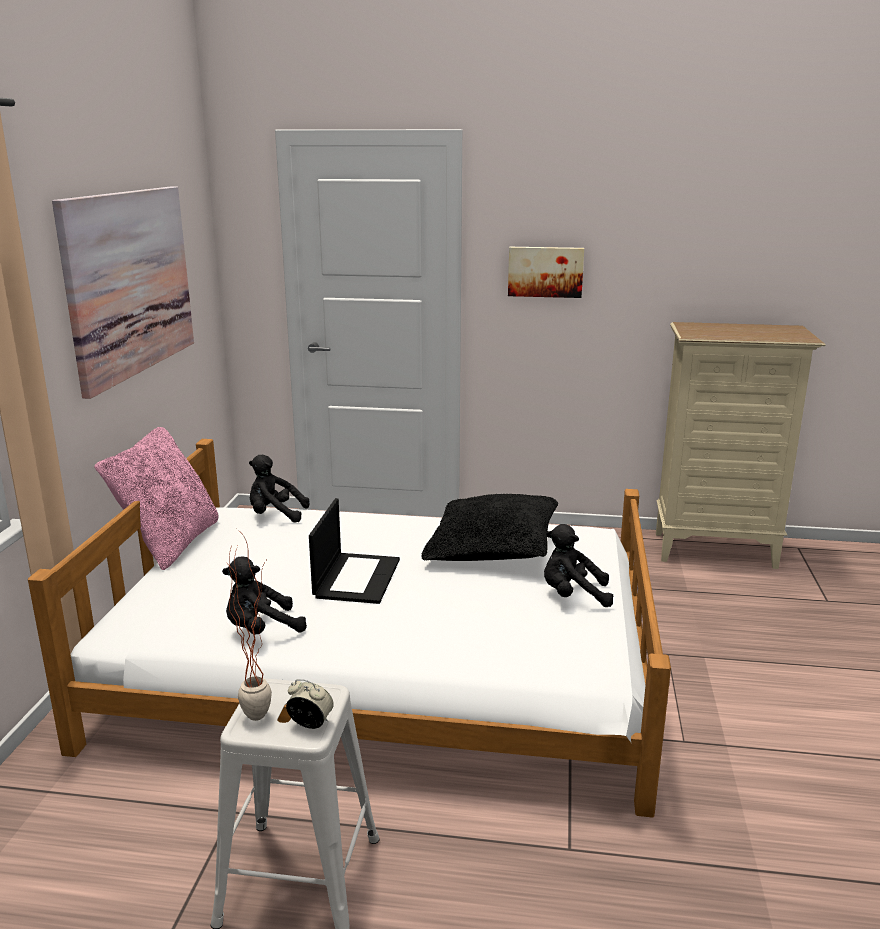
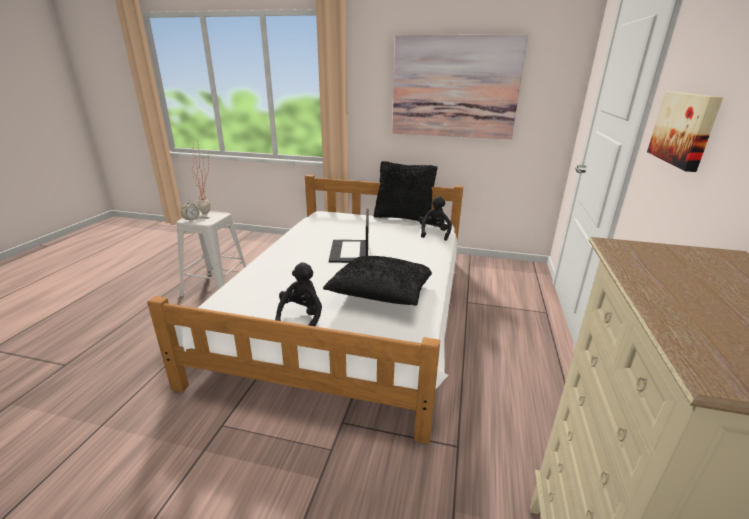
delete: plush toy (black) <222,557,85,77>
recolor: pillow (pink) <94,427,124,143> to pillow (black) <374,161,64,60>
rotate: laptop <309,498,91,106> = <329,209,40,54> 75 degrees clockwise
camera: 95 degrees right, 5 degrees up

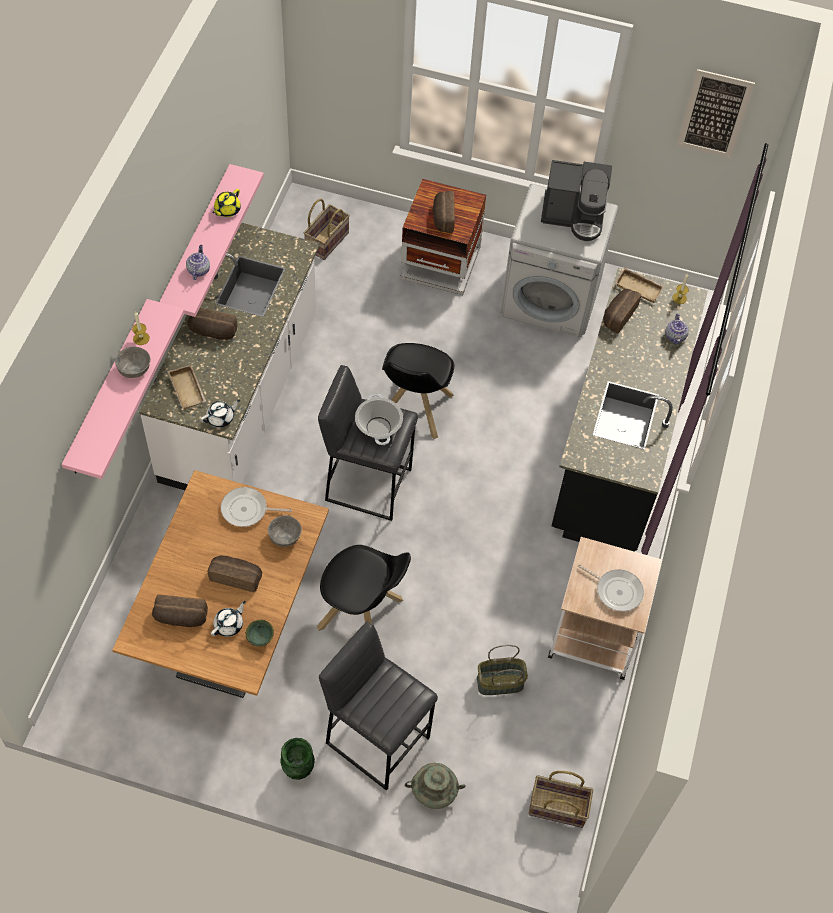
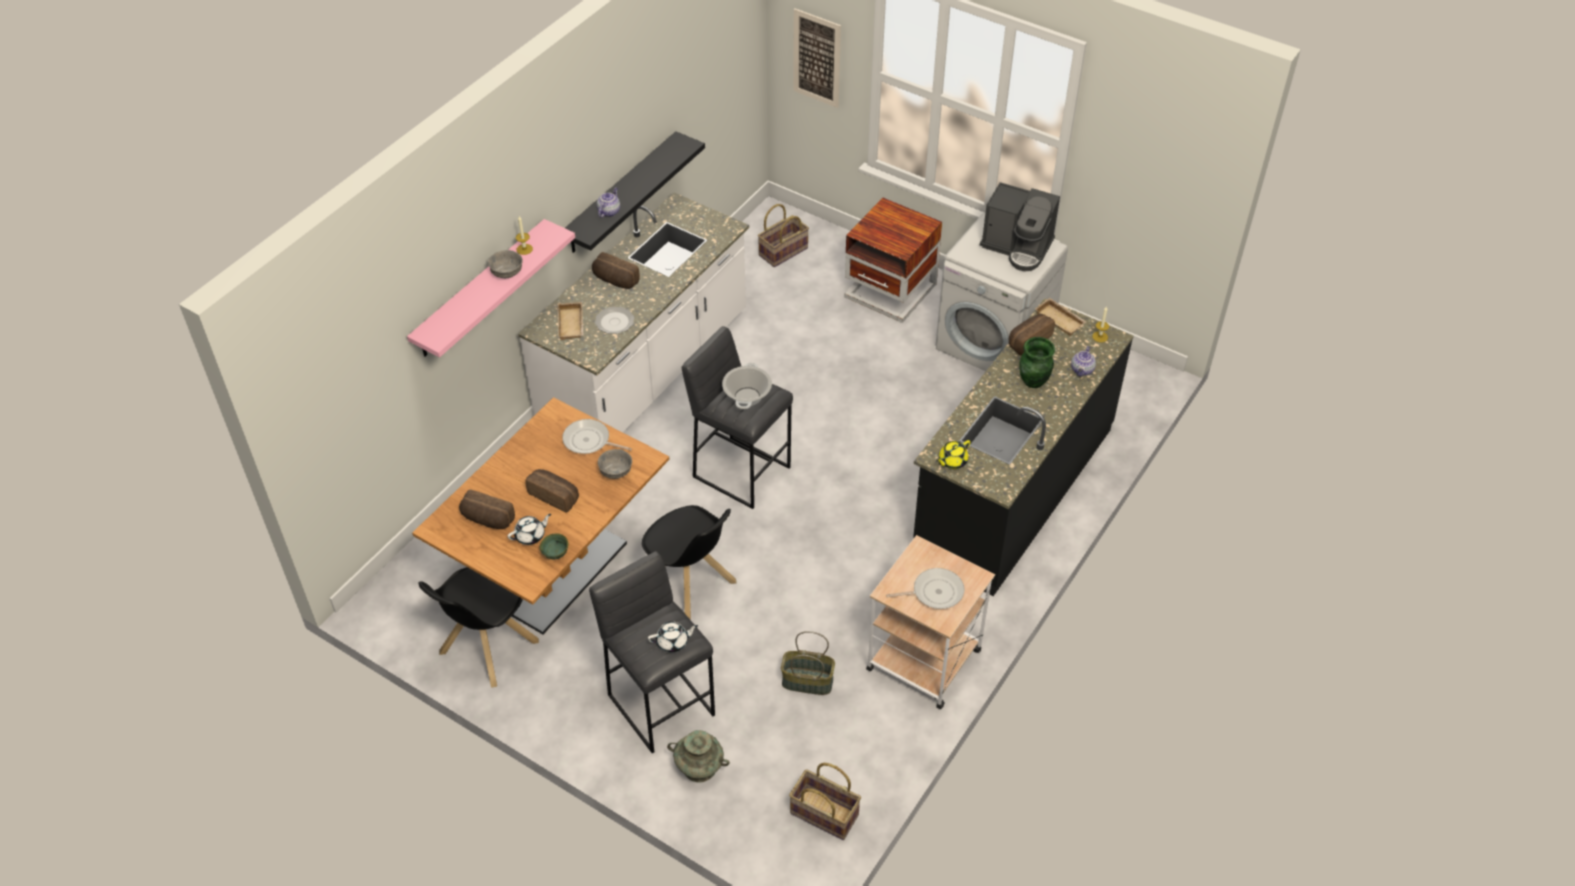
delete: bread <433,191,22,42>
insert: plate <595,307,39,27>
move: teapot (white) <200,400,40,28> to <648,621,50,31>; teapot (yellow) <213,189,28,28> to <936,440,35,29>; vase (green) <280,738,35,42> to <1019,337,36,51>; chair (black) <382,343,72,96> to <418,567,121,121>; picture <677,69,78,90> to <793,8,48,100>
recolor: shelf (pink) <159,164,105,153> to shelf (black) <565,131,140,122>
rotate: frying pan <578,564,66,47> = <886,568,79,41> 60 degrees counterclockwise
camera: 20 degrees right, 10 degrees down

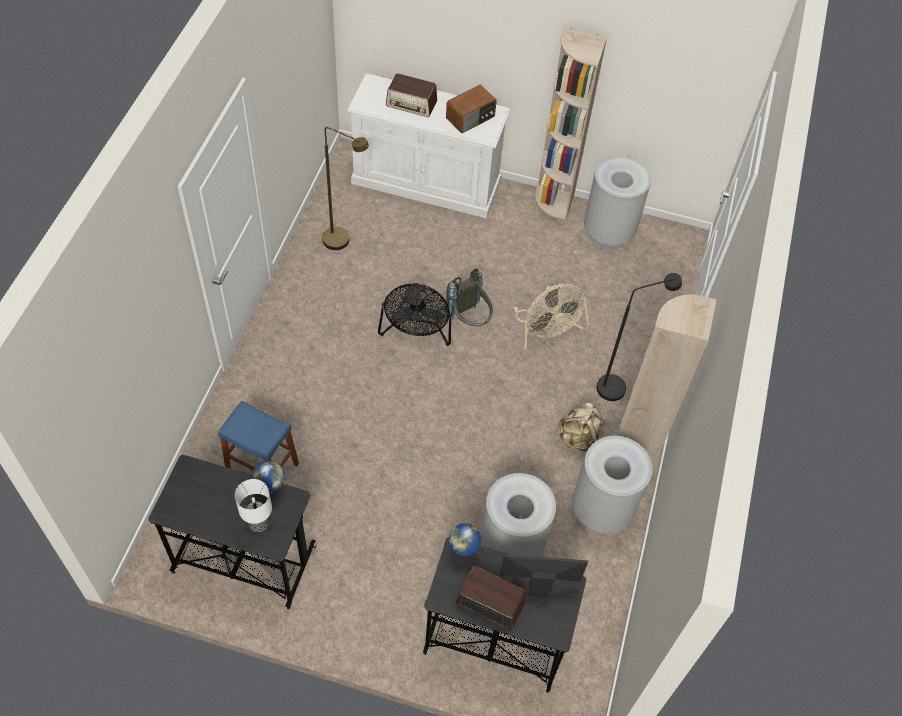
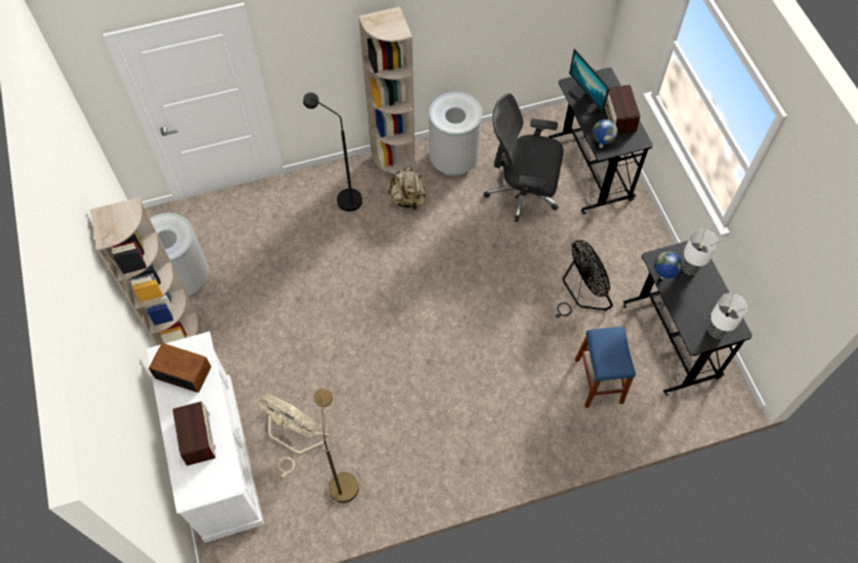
delete: backpack (grey) <444,269,49,57>
insert: table lamp <709,293,39,45>
move: fan (black) <378,283,74,63> to <555,240,58,78>; fan (beige) <514,284,75,69> to <257,394,73,85>
replace: trash can (grey) <481,473,75,84> to office chair <483,94,80,128>
camera: 120 degrees left, 5 degrees up

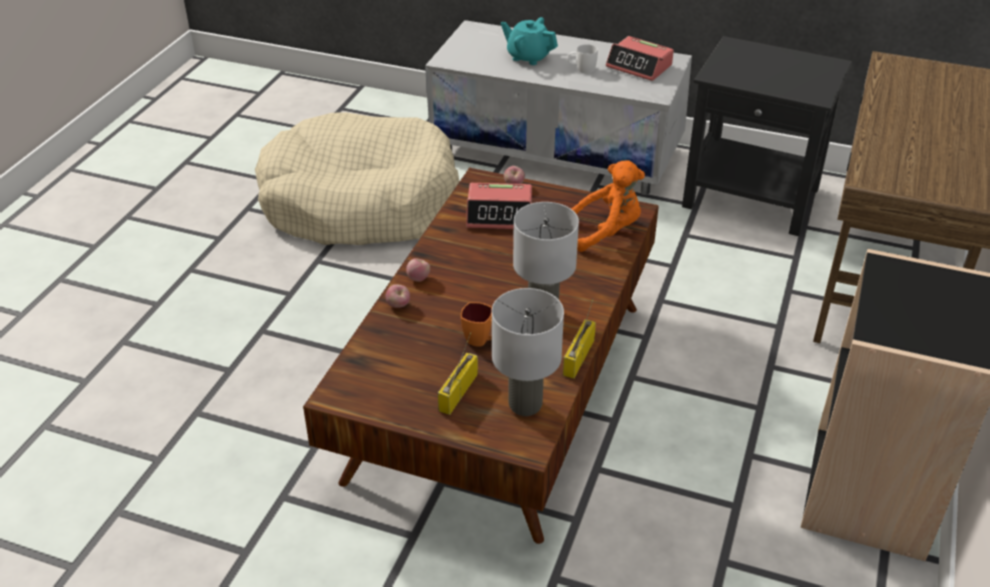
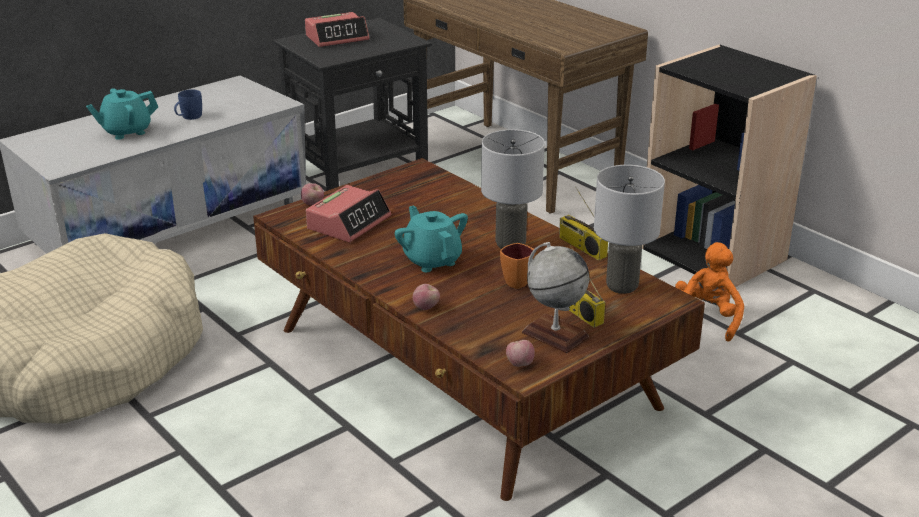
insert: teapot (turquoise) <395,206,73,66>; globe <522,242,67,111>
move: apple <406,258,24,24> to <506,340,29,27>; plush toy (orange) <572,160,73,92> to <675,242,69,100>; alarm clock <606,36,68,45> to <305,12,65,35>
recolor: mug (white) <568,44,30,29> to mug (blue) <174,90,28,30>
camera: 60 degrees left, 10 degrees down

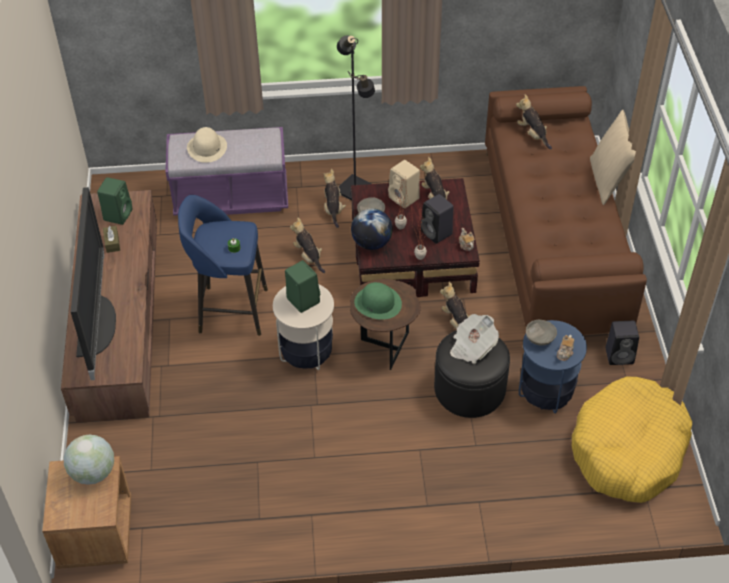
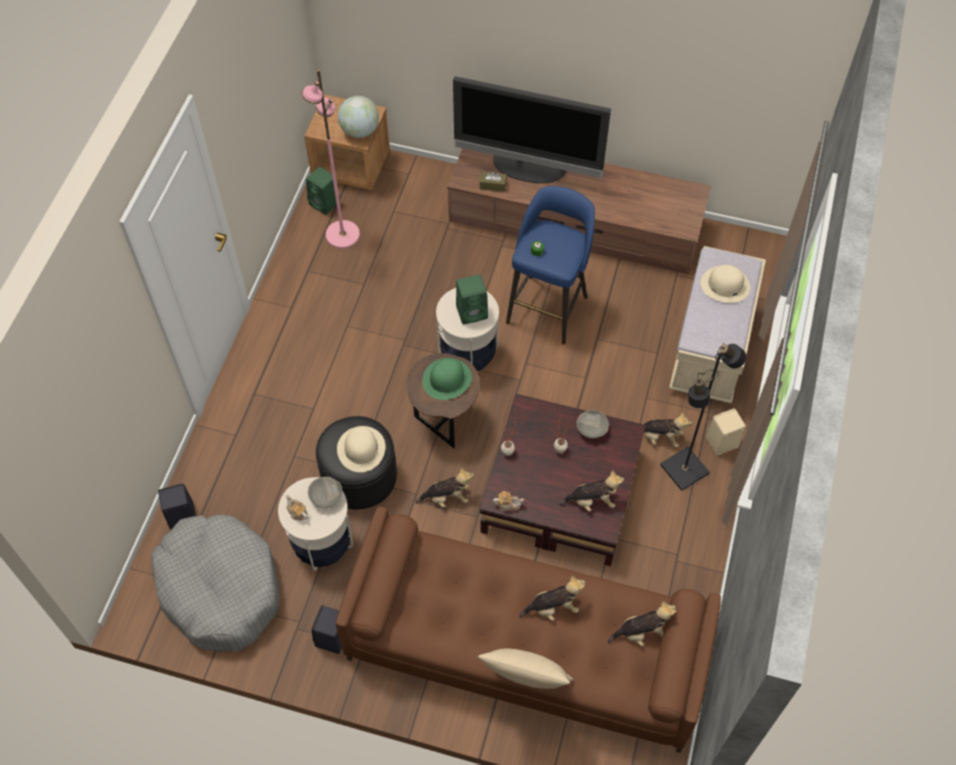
delete: globe <351,208,42,42>
insert: floor lamp (pink) <302,70,58,179>
move: speaker (green) <97,177,36,48> to <306,167,34,48>; tissue box (brown) <103,225,17,28> to <480,172,27,20>; plush toy <290,217,35,56> to <519,575,66,46>; speaker (beige) <388,160,32,49> to <705,408,41,48>; speaker (black) <421,194,33,50> to <158,484,38,46>
replace: newspaper <450,314,49,50> to hat (beige) <337,426,48,46>
recolor: bench (purple) <165,127,123,89> to bench (beige) <669,246,97,158>; side table (blue) <519,320,68,94> to side table (beige) <278,477,75,94>; dog bed (yellow) <572,376,120,127> to dog bed (grey) <151,515,128,137>
camera: 110 degrees right, 10 degrees up

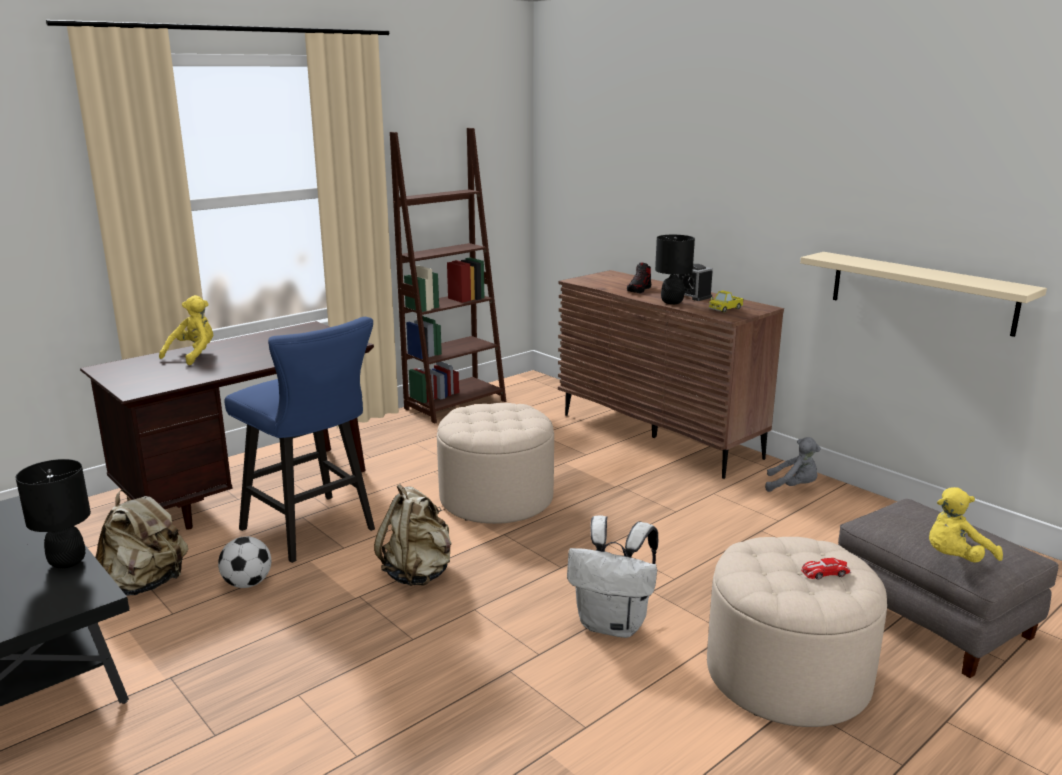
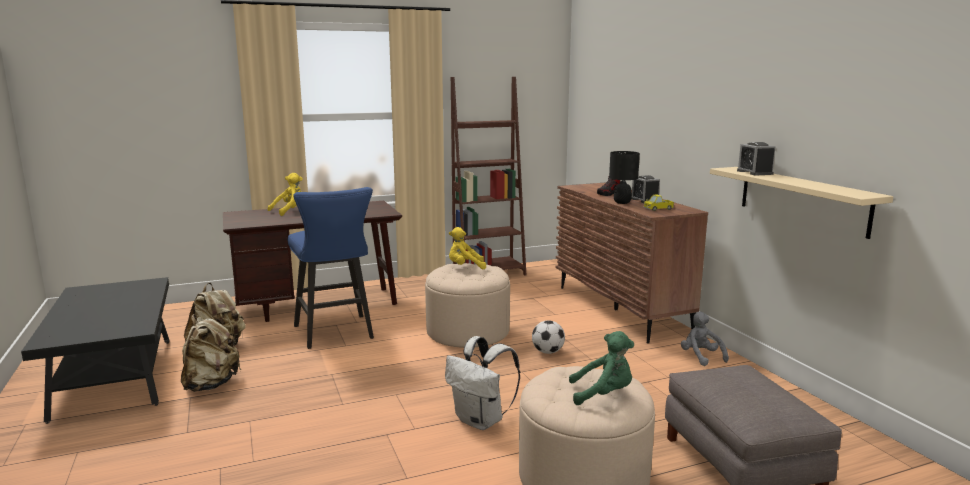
delete: table lamp (black) <16,459,75,110>
insert: alarm clock <737,142,39,33>
move: football <218,536,53,52> to <532,320,33,34>; backpack (beige) <374,484,78,102> to <181,314,60,78>; plush toy (yellow) <929,487,74,75> to <449,227,37,42>
replace: toy car <801,558,50,21> to plush toy (green) <569,331,65,74>
rotate: plush toy (grey) <765,437,56,55> = <681,311,48,55> 150 degrees counterclockwise
camera: 20 degrees right, 5 degrees down

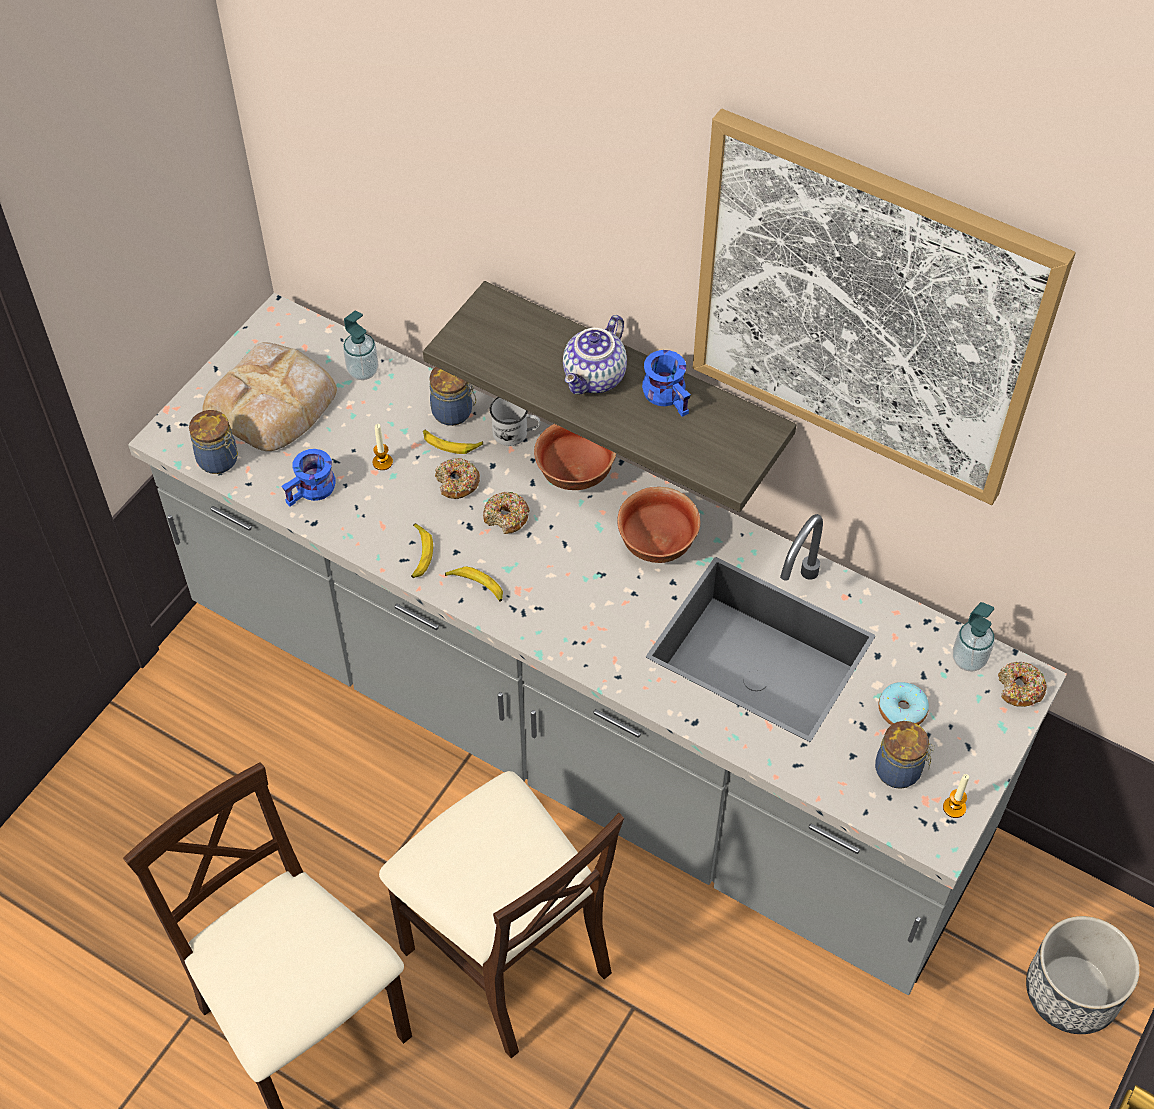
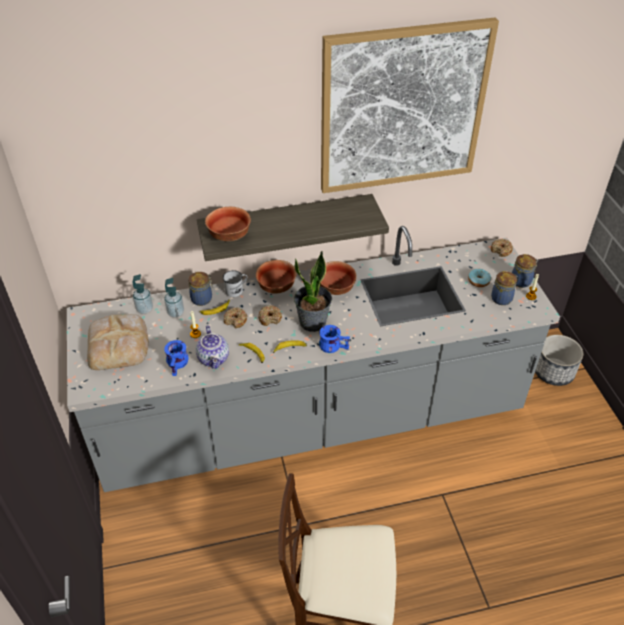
delete: chair (beige) <379,771,245,287>
insert: bowl <205,207,46,35>; potted plant <294,251,38,81>
move: jar <189,410,49,64> to <512,254,26,34>; teapot <563,315,64,80> to <196,325,33,44>; mug (blue) <642,350,49,67> to <319,325,31,28>; soap dispenser <953,602,41,70> to <164,278,20,40>
camera: 45 degrees left, 10 degrees down

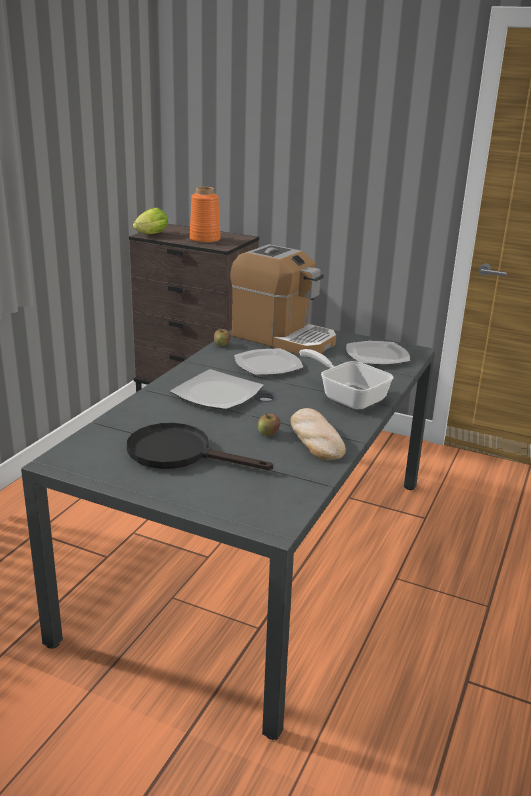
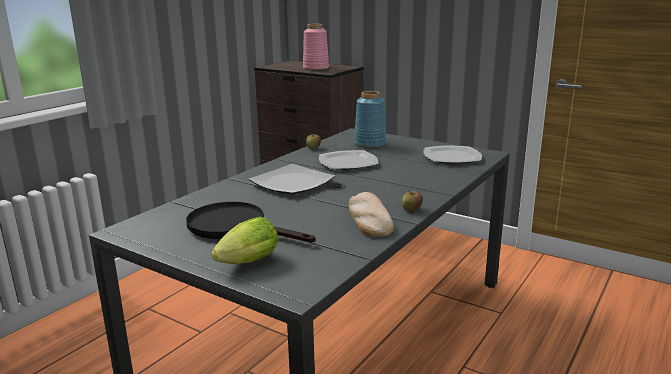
delete: frying pan <299,349,95,61>
move: lettuce <133,208,35,26> to <212,217,66,47>; apple <258,414,22,22> to <401,190,22,22>
replace: coffee machine <230,244,106,111> to vase (blue) <354,91,32,57>
recolor: vase (orange) <190,187,31,56> to vase (pink) <303,24,26,47>
camera: 10 degrees right, 5 degrees down

